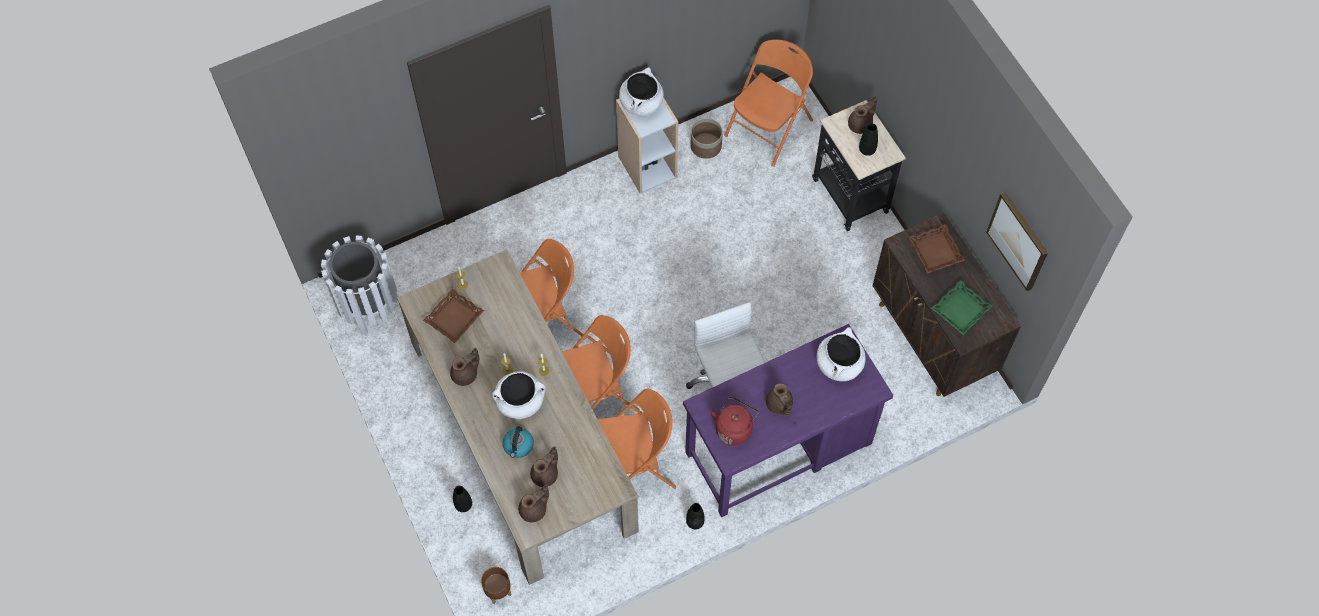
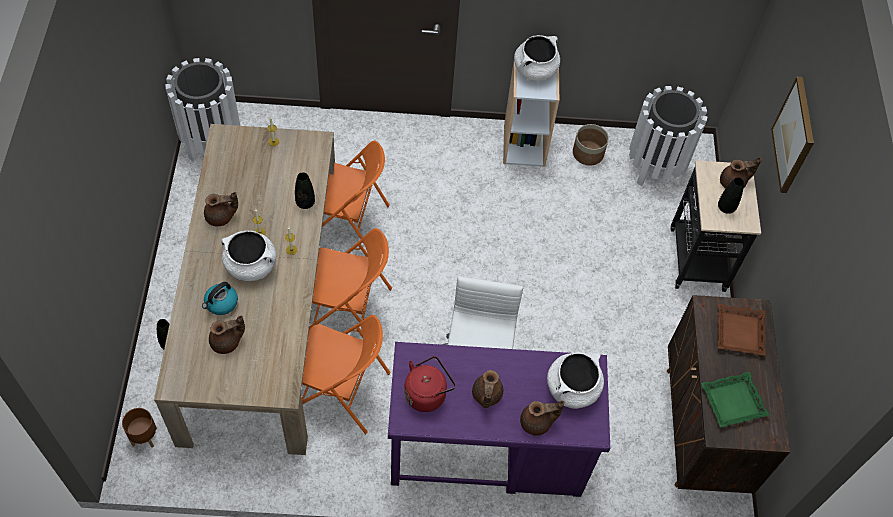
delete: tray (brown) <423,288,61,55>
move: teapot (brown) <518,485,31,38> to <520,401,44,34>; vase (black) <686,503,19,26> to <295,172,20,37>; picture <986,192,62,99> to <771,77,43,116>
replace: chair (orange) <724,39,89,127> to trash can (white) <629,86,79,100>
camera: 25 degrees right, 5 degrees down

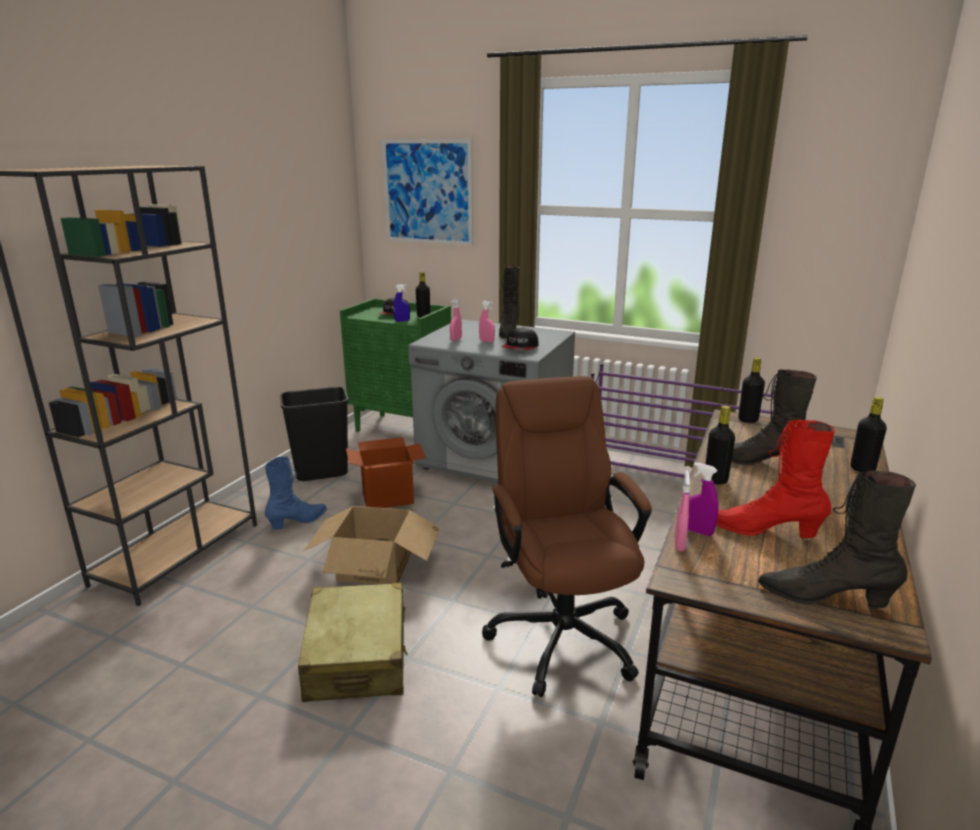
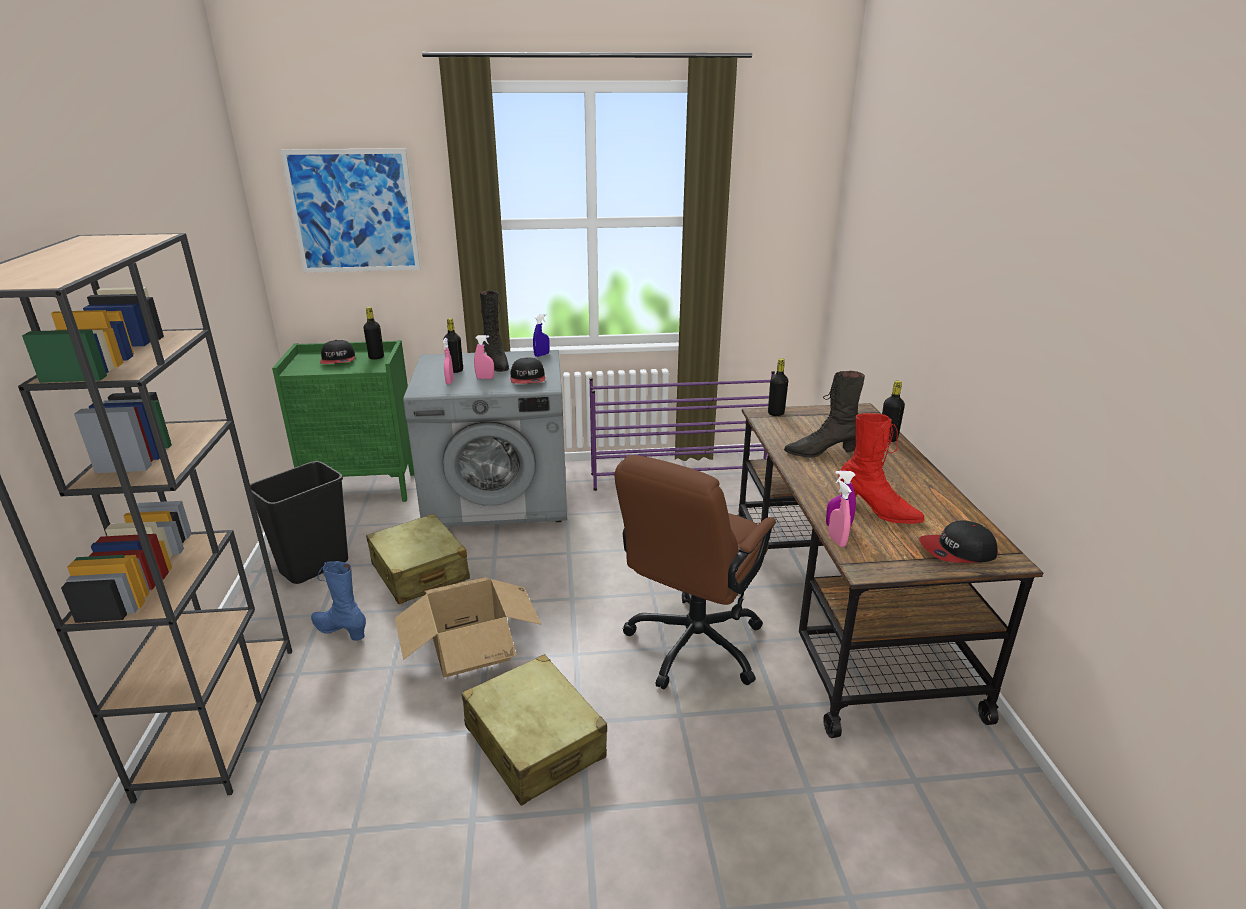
move: spray bottle (blue) <393,284,17,38> to <533,314,17,43>; bottle (black) <706,406,29,79> to <443,318,20,55>
replace: cardboard box <346,437,80,71> to suitcase (beige) <366,514,104,90>; boot (black) <758,470,158,138> to cap <919,520,79,43>
rotate: boot (blue) <265,457,62,73> = <311,561,55,80> 75 degrees counterclockwise; office chair (brown) <482,376,170,321> = <615,455,161,234> 105 degrees counterclockwise; boot (red) <716,420,119,118> = <839,413,85,111> 135 degrees counterclockwise
camera: 30 degrees left, 5 degrees up

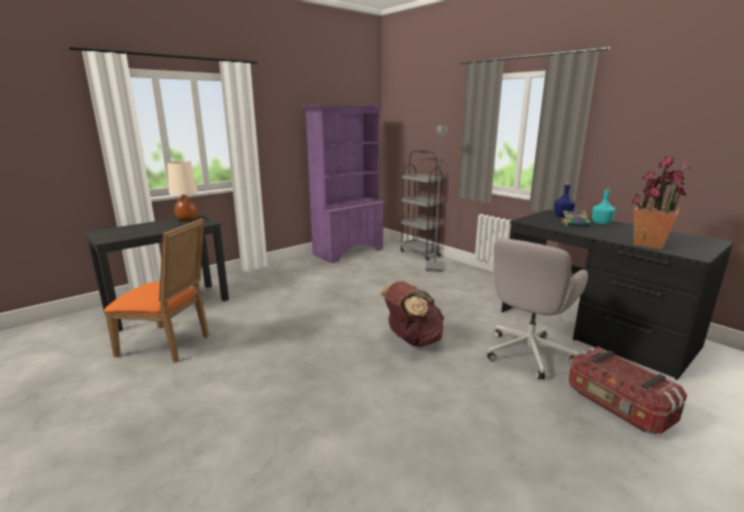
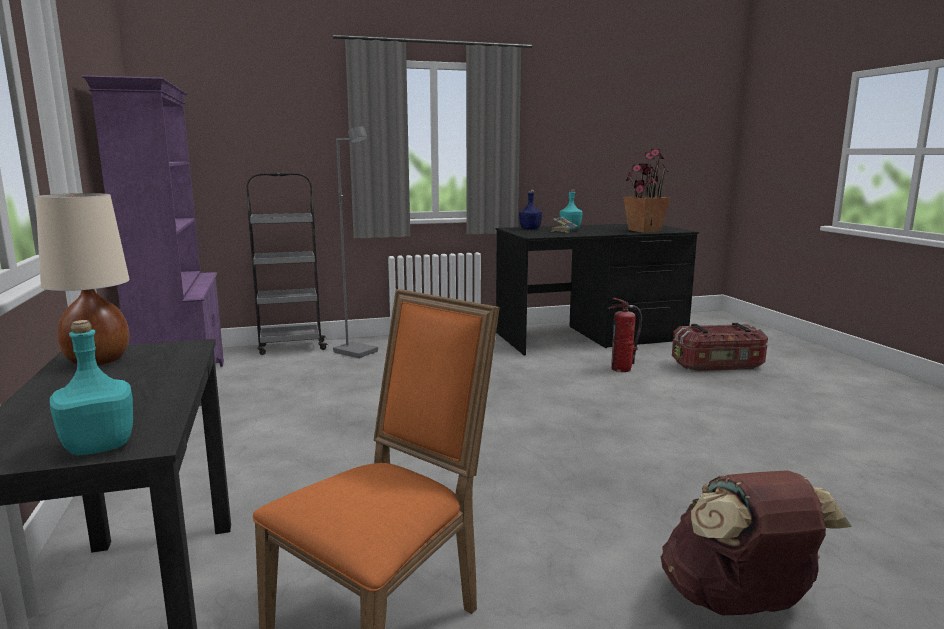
insert: bottle (turquoise) <50,320,83,135>
move: backpack (brown) <379,281,65,66> to <661,470,191,145>
replace: office chair (grey) <487,238,101,141> to fire extinguisher <608,298,34,74>
camera: 65 degrees left, 5 degrees down

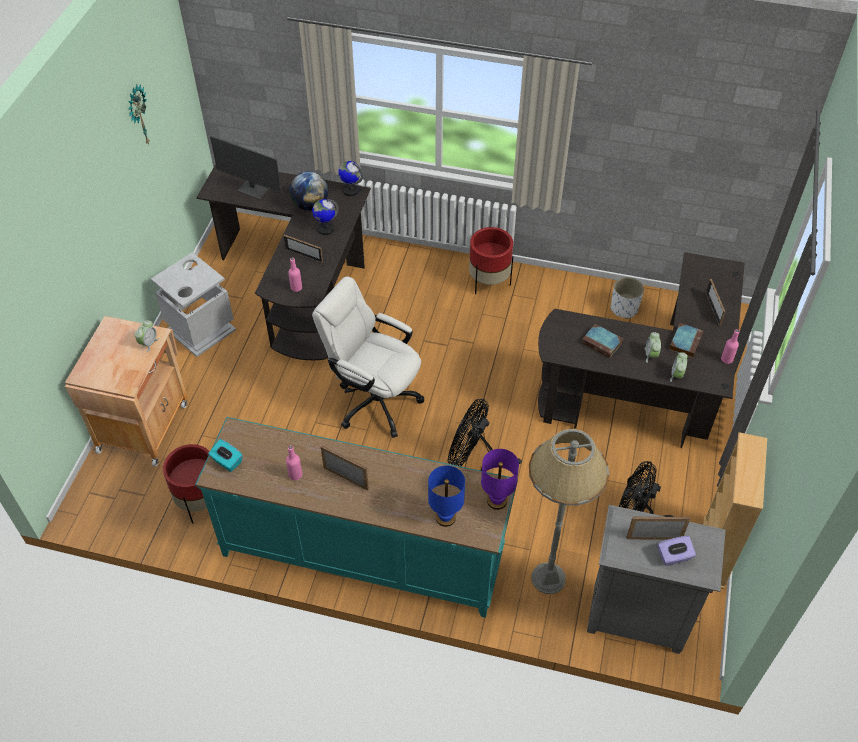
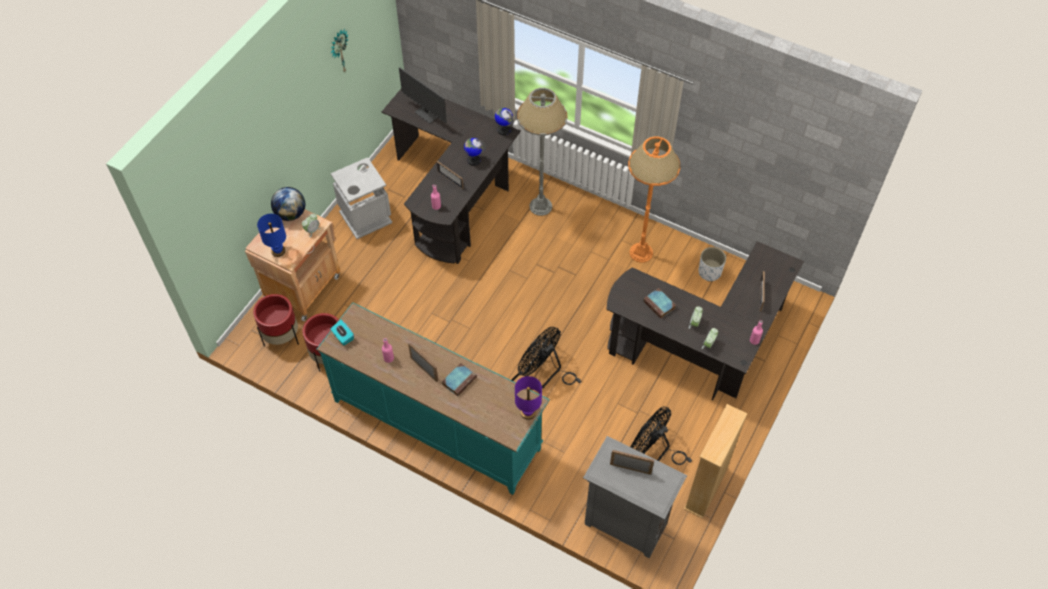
delete: office chair (white) <312,276,112,162>; tissue box (purple) <658,536,38,30>
insert: floor lamp (orange) <628,136,52,127>
move: globe <289,171,39,40> to <271,187,34,34>; table lamp (blue) <428,466,37,61> to <257,214,29,43>; planter (red) <469,227,44,67> to <253,294,46,53>; floor lamp (grey) <529,429,80,165> to <517,88,50,128>; book <669,323,35,35> to <442,363,35,34>
camera: 15 degrees right, 5 degrees up

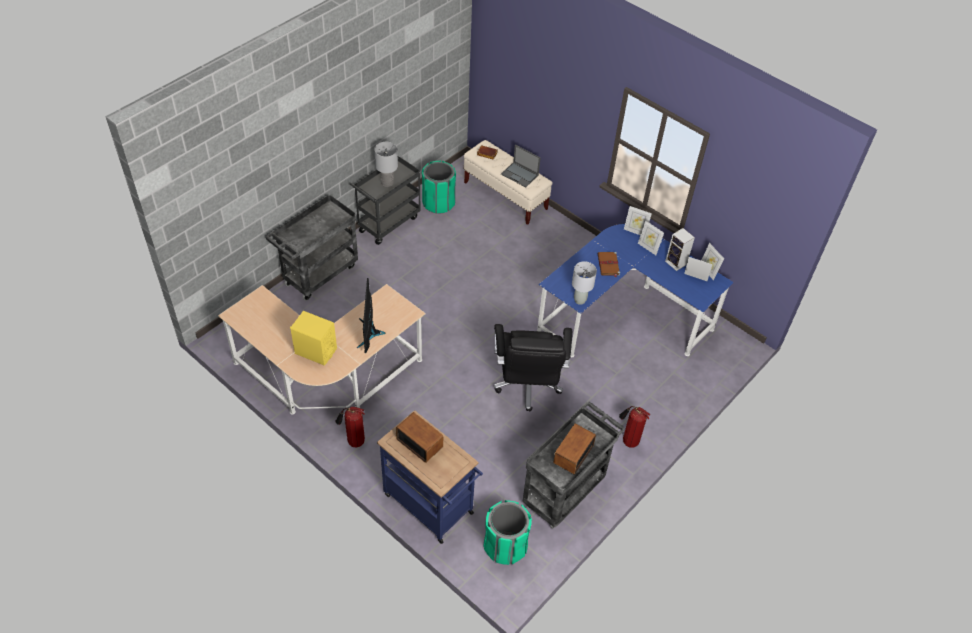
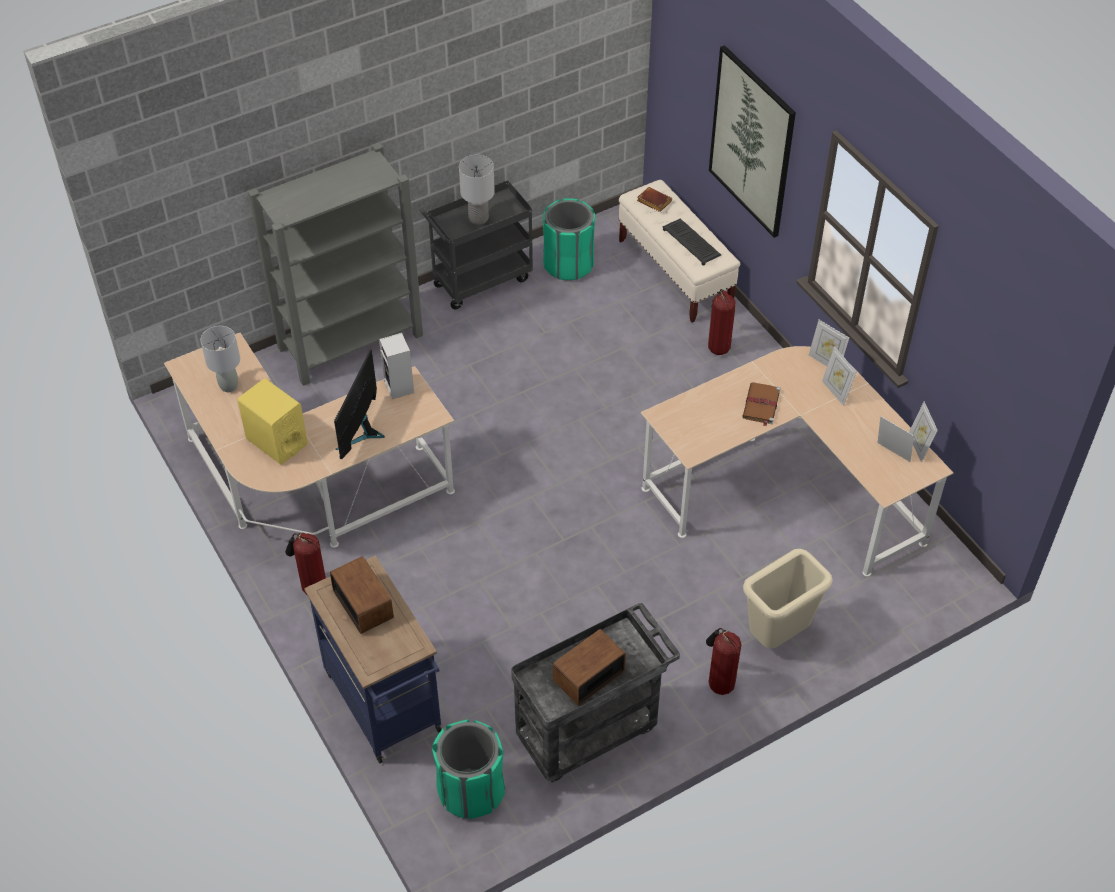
delete: office chair (black) <493,324,79,87>
insert: fire extinguisher <708,289,28,66>; picture <709,45,87,193>; trash can (beige) <743,549,90,99>
move: table lamp (grey) <572,261,25,44> to <201,326,39,66>; speaker <665,228,30,43> to <379,333,35,66>
replace: cart (black) <266,195,92,106> to bookcase (grey) <248,142,175,244>; laptop <501,145,40,42> to keyboard <662,218,59,48>
recolor: desk (blue) <537,224,197,133> to desk (beige) <641,346,312,230>
camera: 20 degrees right, 0 degrees up

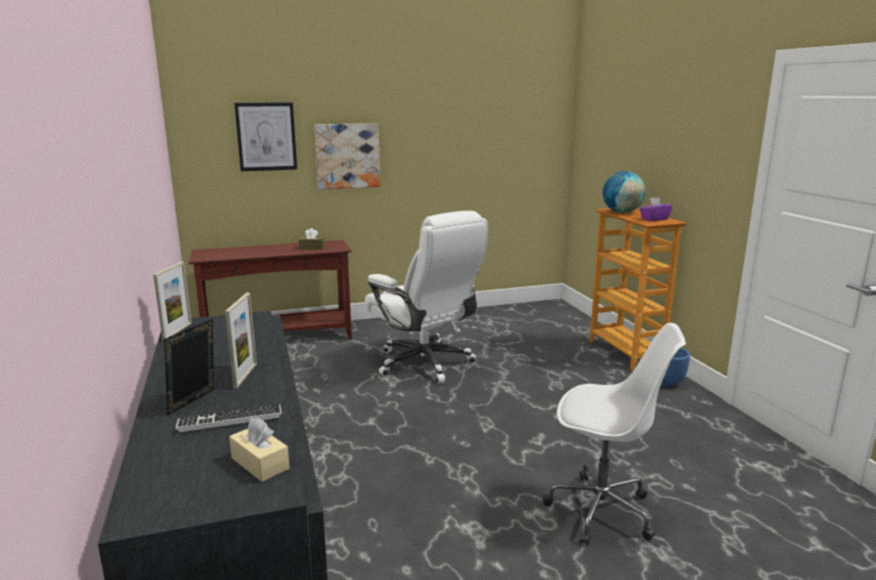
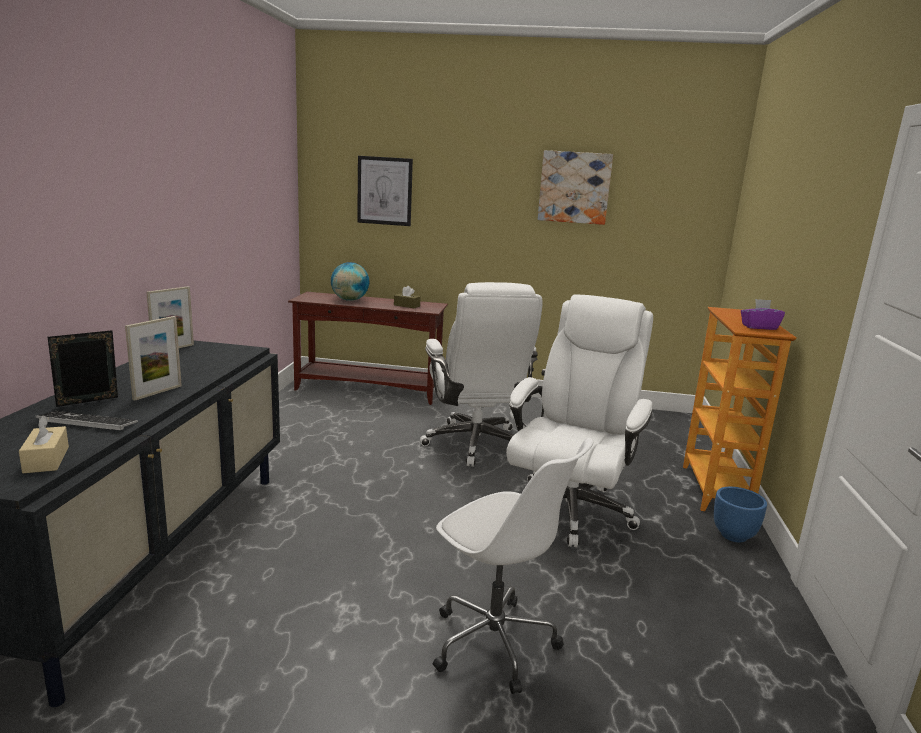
insert: office chair (white) <506,294,147,253>
move: picture <314,123,66,66> to <538,150,75,75>; globe <603,171,42,42> to <331,262,38,39>
camera: 25 degrees right, 0 degrees up

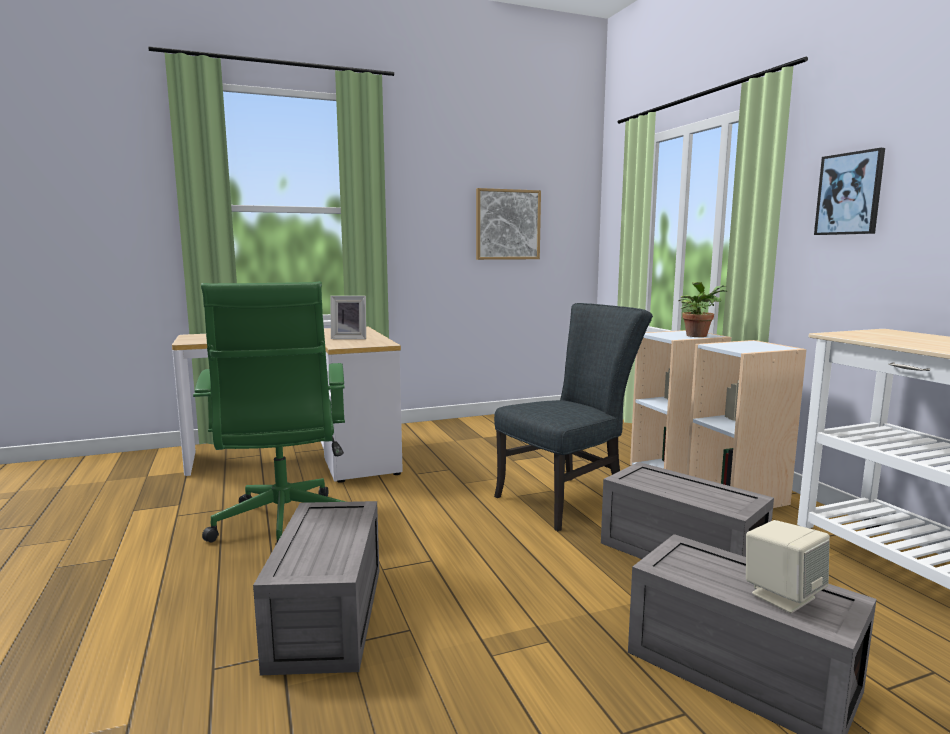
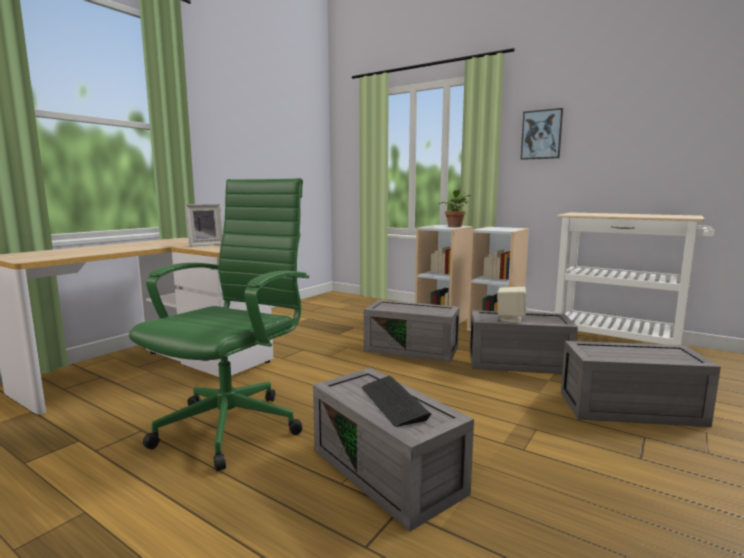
delete: picture <476,188,65,72>
insert: keyboard <362,376,69,51>
move: speaker (beige) <746,520,84,93> to <497,287,30,36>
replace: chair (grey) <494,303,159,228> to storage box (grey) <364,300,96,62>
rotate: office chair (green) <193,281,153,265> = <129,178,180,293> 105 degrees counterclockwise
camera: 35 degrees left, 0 degrees up

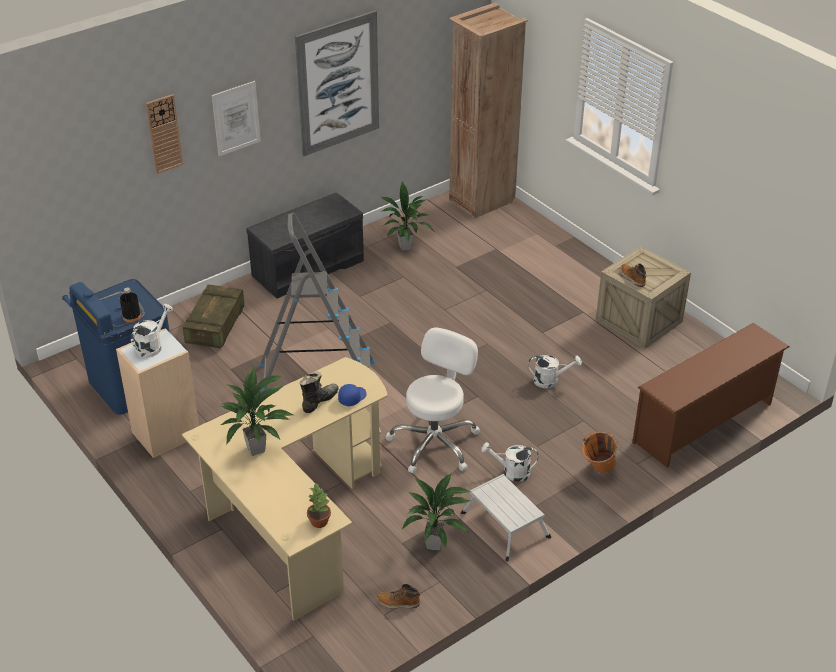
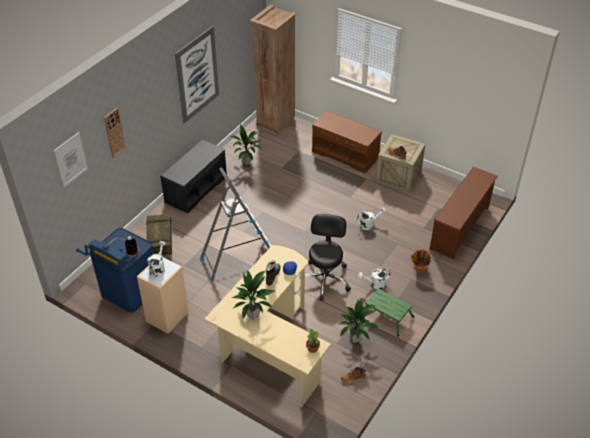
insert: bench (brown) <312,111,70,62>
move: picture <212,81,49,75> to <54,132,34,55>
recolor: office chair (white) <386,327,94,147> to office chair (black) <300,214,51,87>; step ladder (white) <461,474,90,87> to step ladder (green) <366,288,48,49>
camera: 20 degrees left, 5 degrees up

